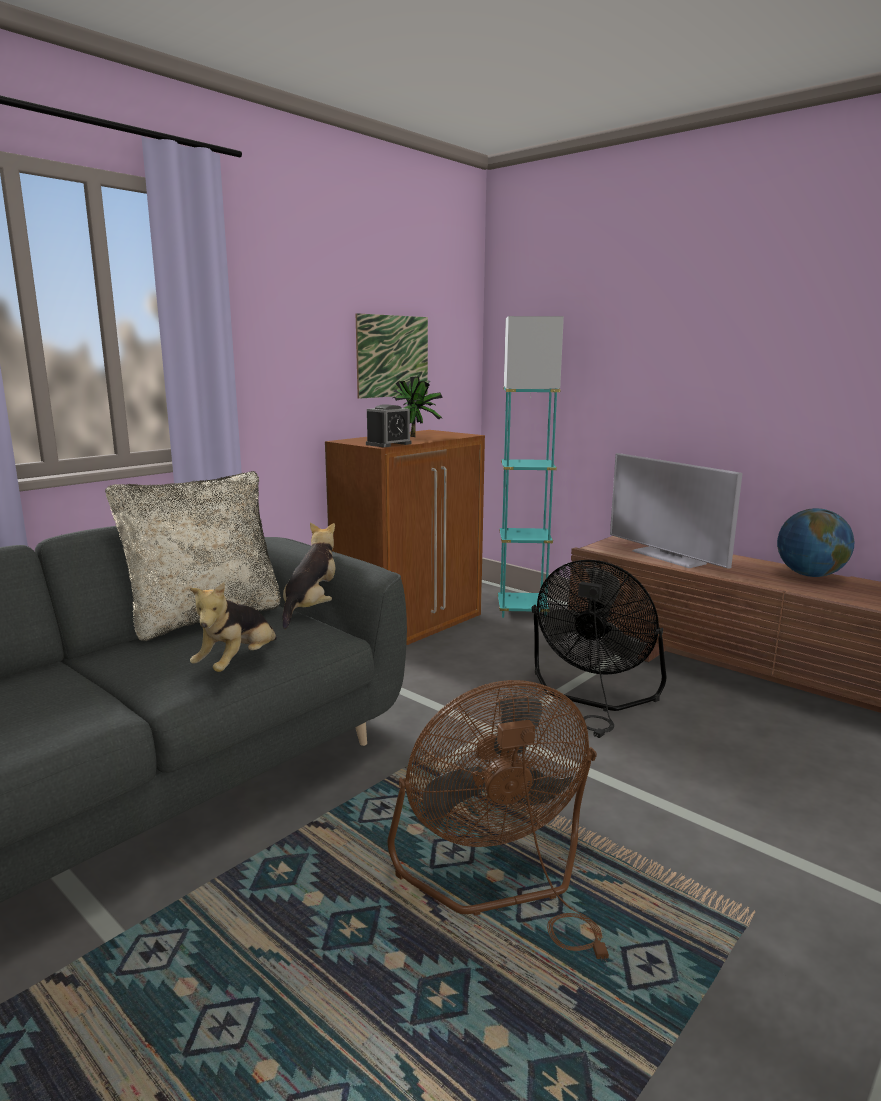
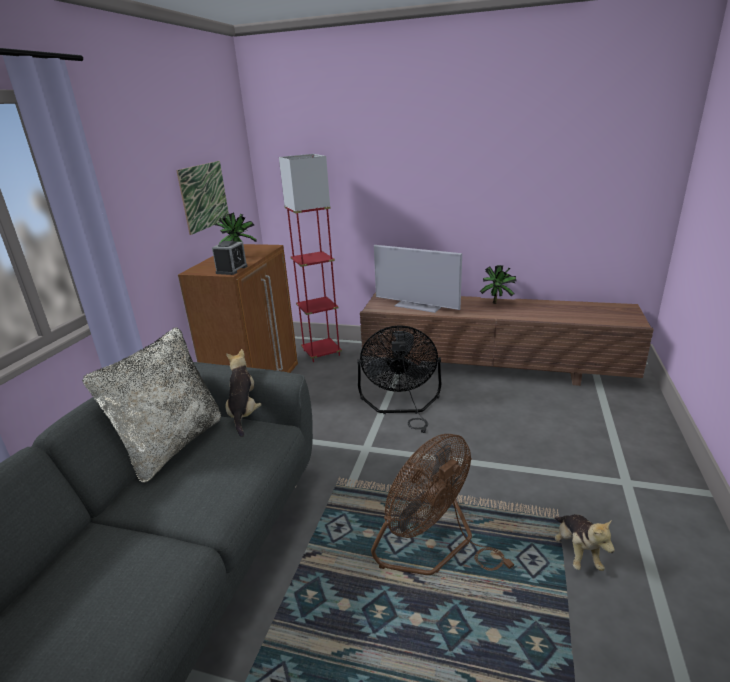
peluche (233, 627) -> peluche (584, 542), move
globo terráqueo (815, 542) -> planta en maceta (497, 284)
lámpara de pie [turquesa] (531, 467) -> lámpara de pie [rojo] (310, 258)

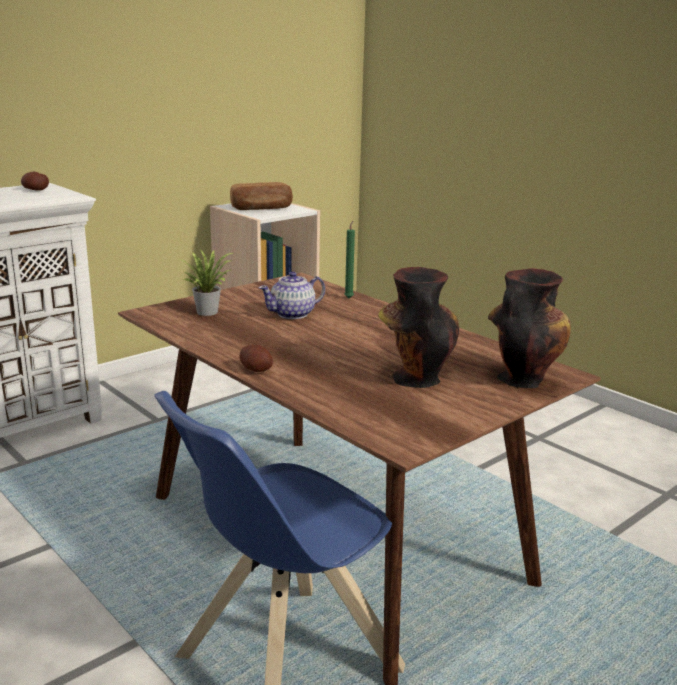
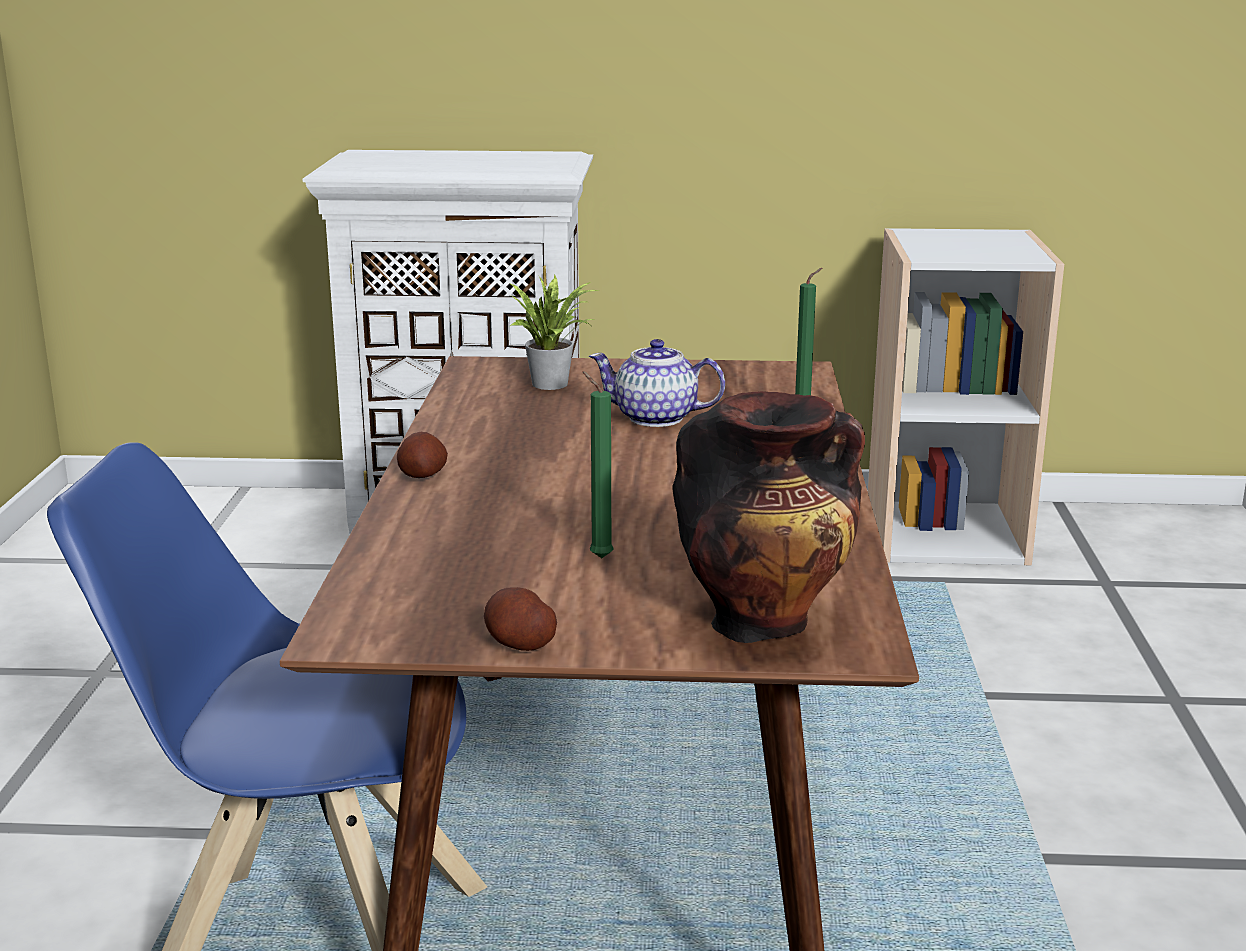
pan (261, 196) -> none
patata (35, 181) -> patata (520, 619), move
florero (418, 327) -> vela [verde] (598, 464)

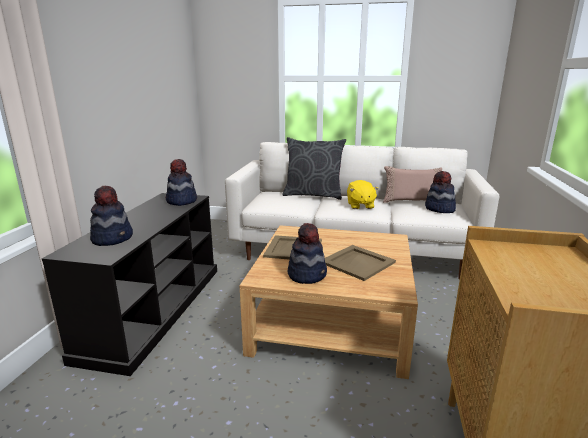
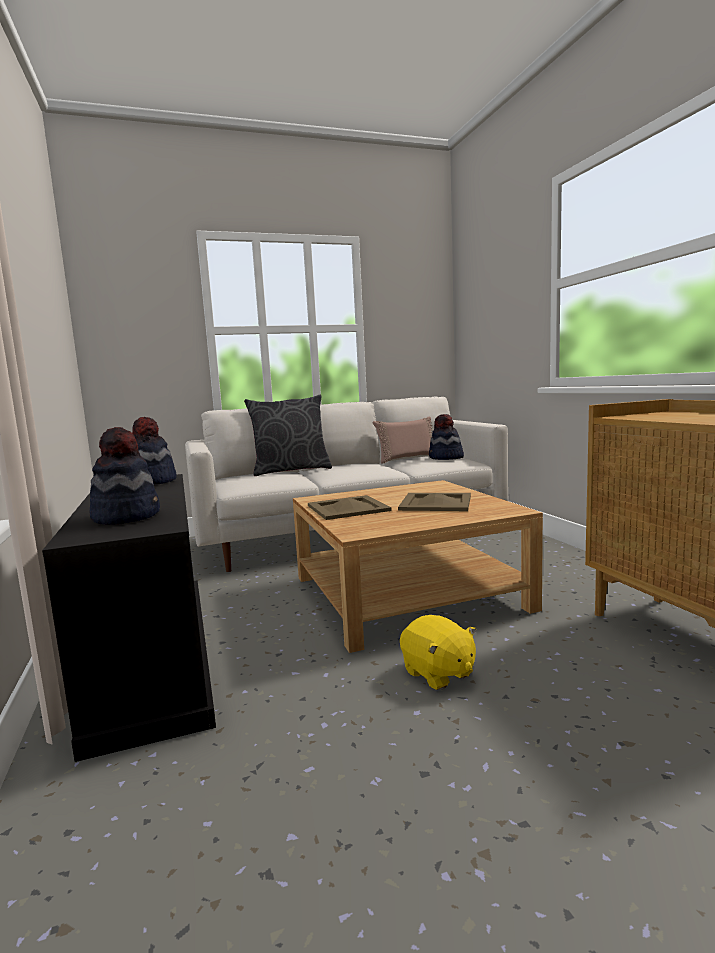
sombrero (307, 253) -> none
peluche [amarillo] (363, 194) -> peluche [amarillo] (438, 652), move

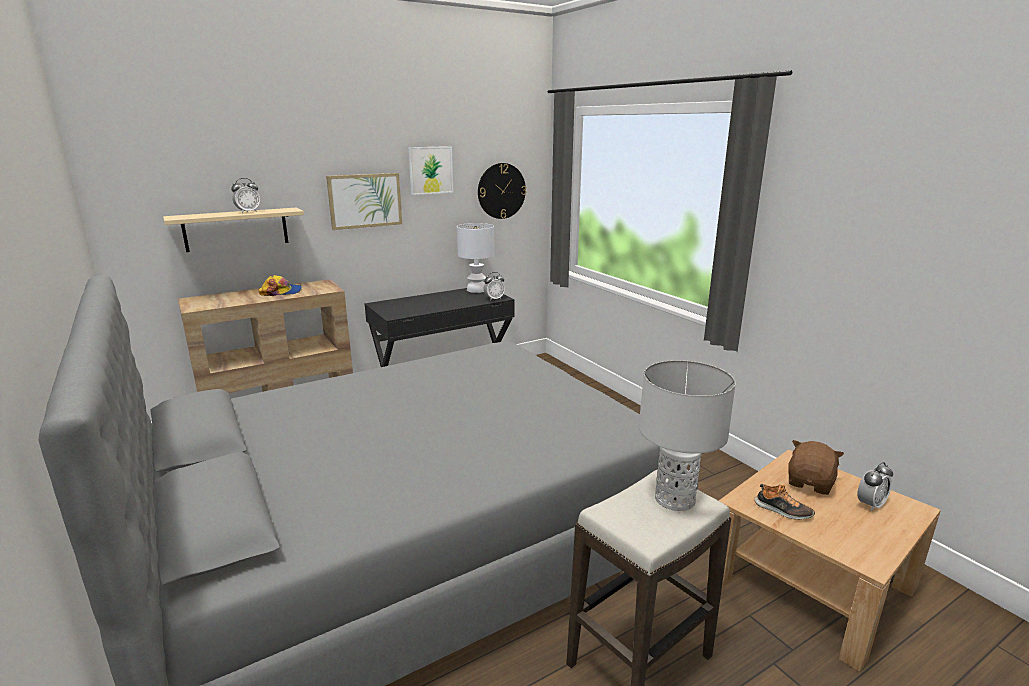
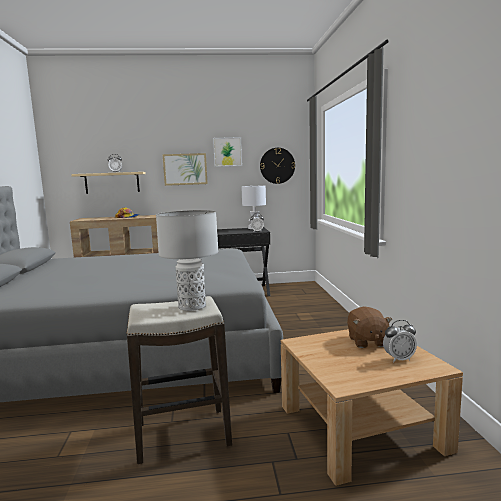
zapato (784, 502) -> none
peluche [marrón] (816, 467) -> peluche [marrón] (369, 327), 120 degrees clockwise

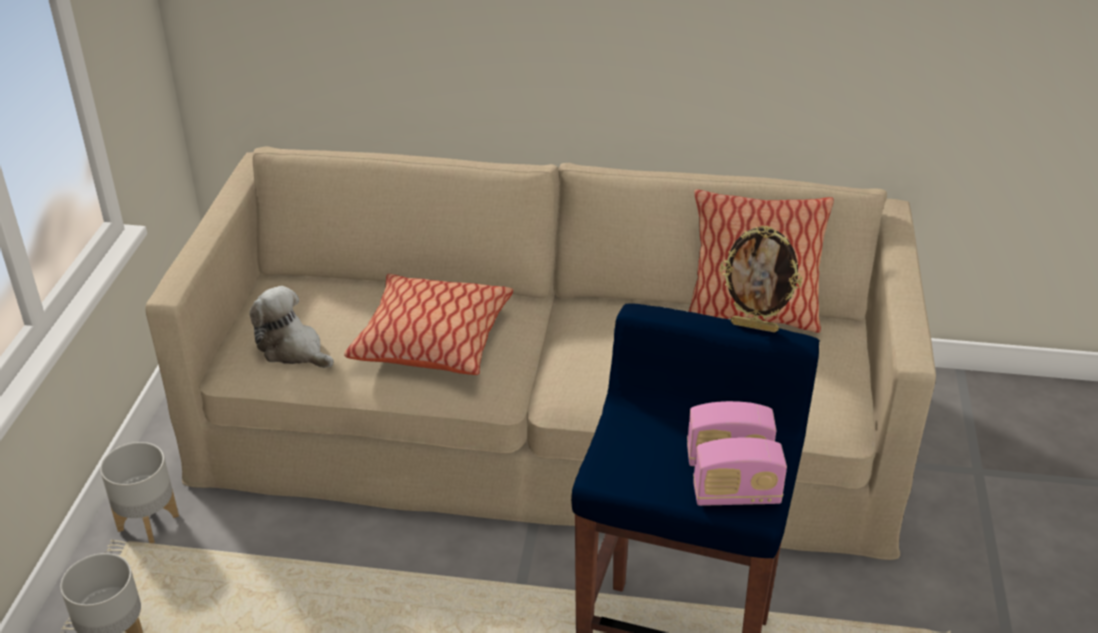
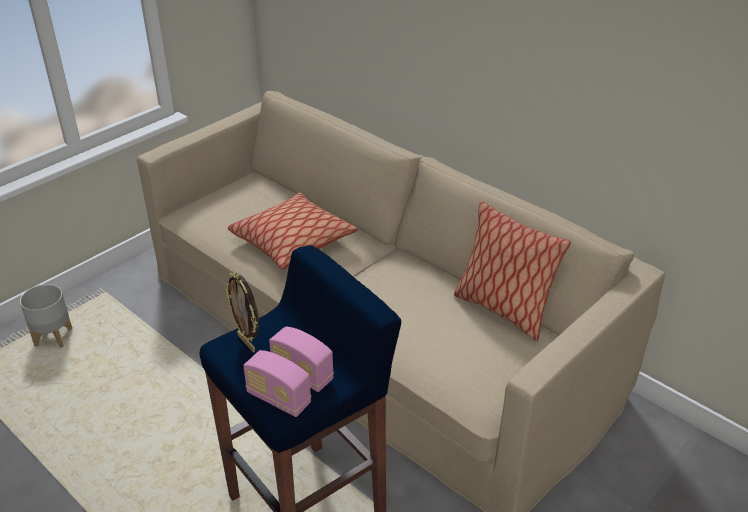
maceta [gris] (139, 492) -> none
peluche (291, 327) -> none
portarretratos (761, 279) -> portarretratos (242, 313), move

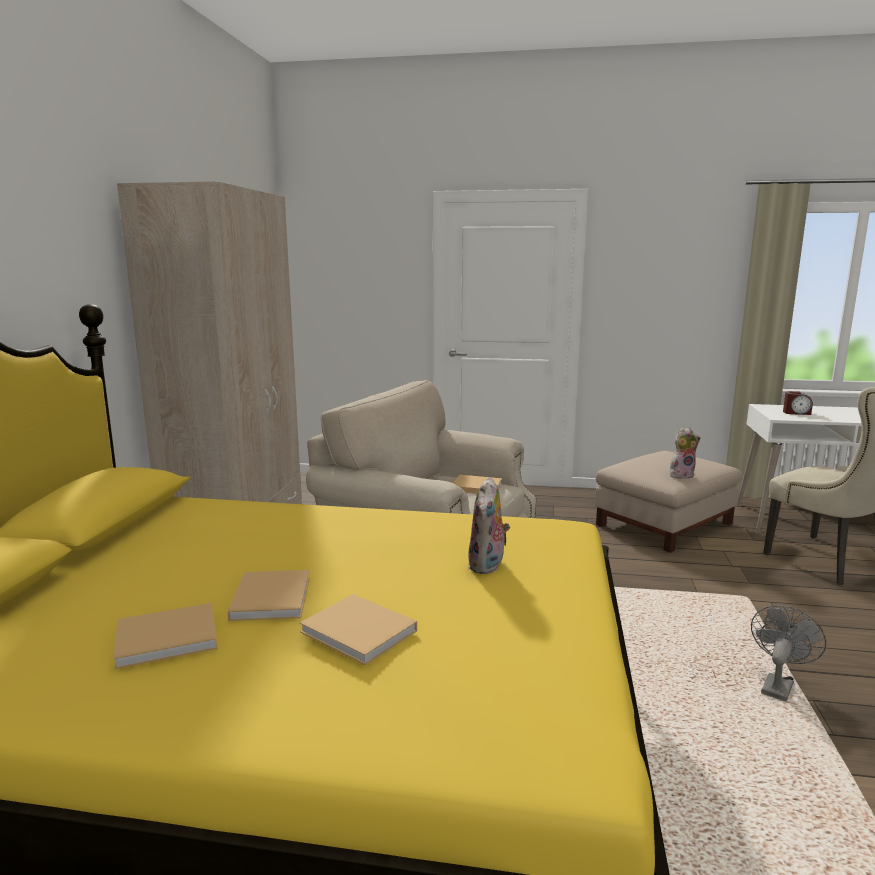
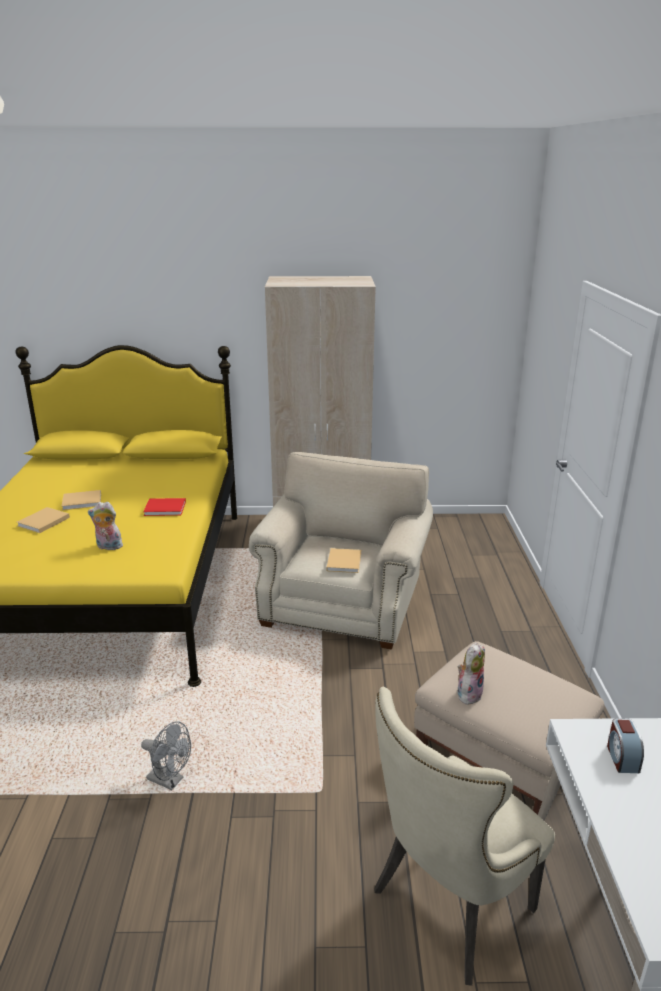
libro [beis] (165, 636) -> none
none -> libro [rojo] (164, 507)
peluche (685, 453) -> peluche (471, 673), 120 degrees counterclockwise

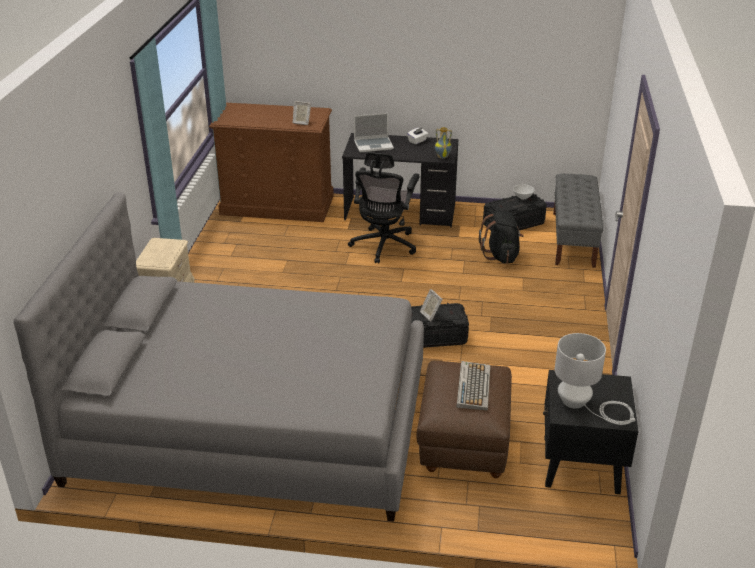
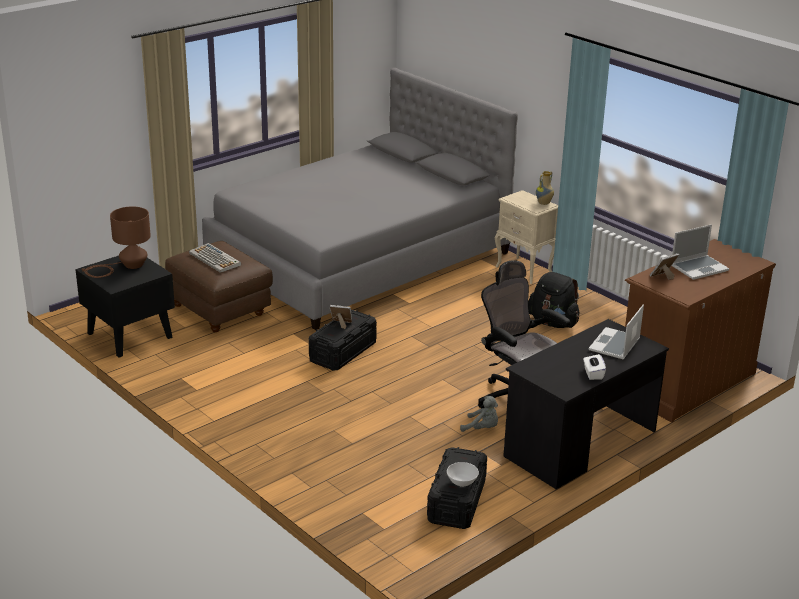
banco [gris] (578, 221) -> none
none -> peluche [gris] (479, 414)
none -> portátil (700, 252)
florero (443, 143) -> florero (545, 188), move
mochila [negro] (501, 237) -> mochila [negro] (553, 300), move
lámpara de mesa [blanco] (595, 379) -> lámpara de mesa [marrón] (116, 242)

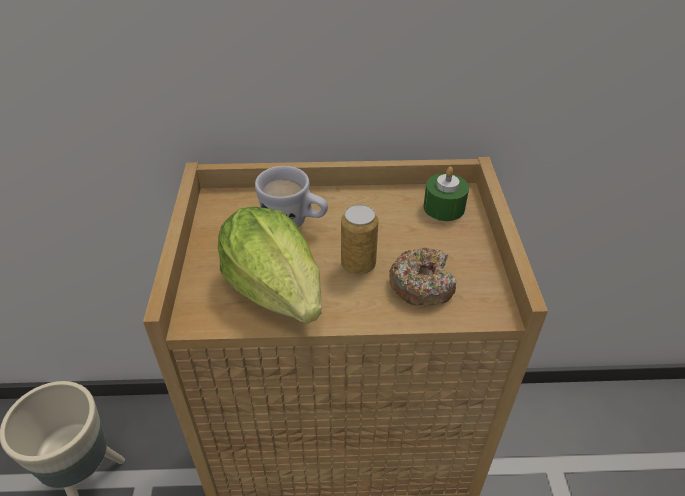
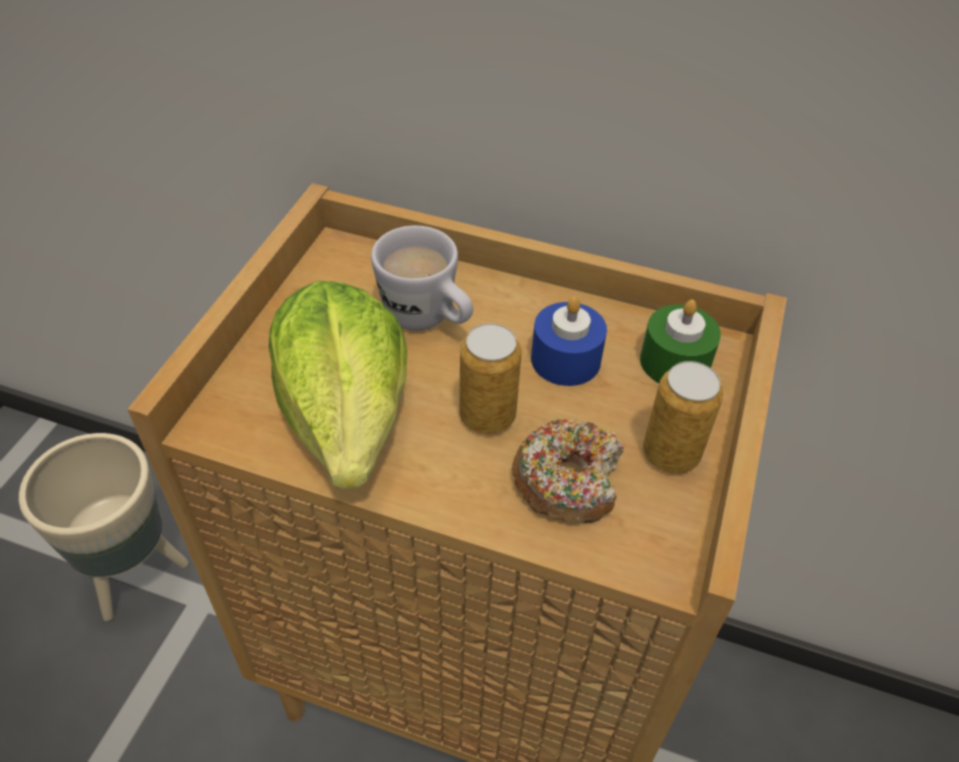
none -> vela [azul] (569, 341)
none -> lata (683, 417)

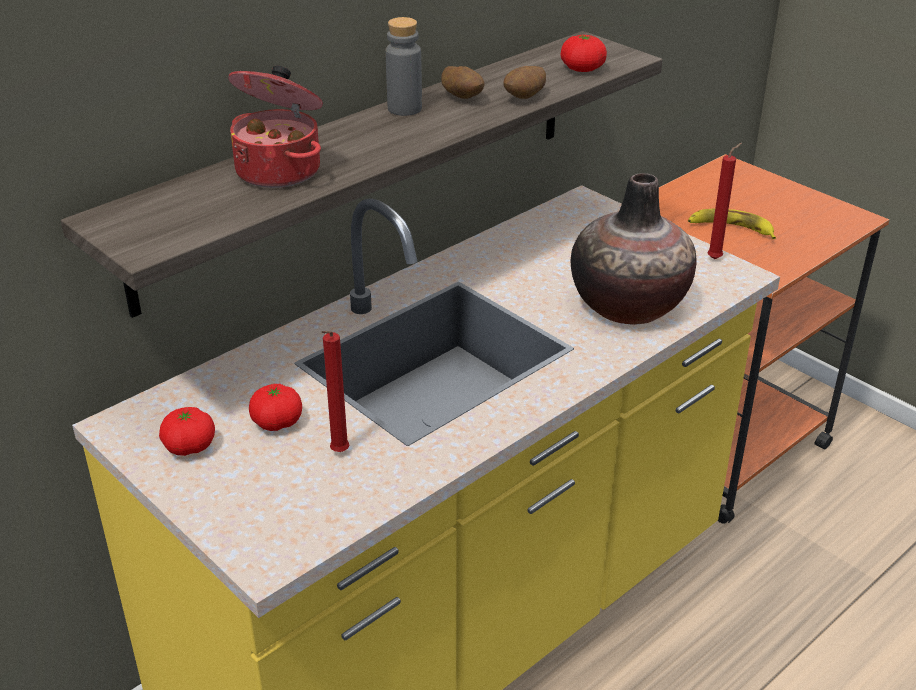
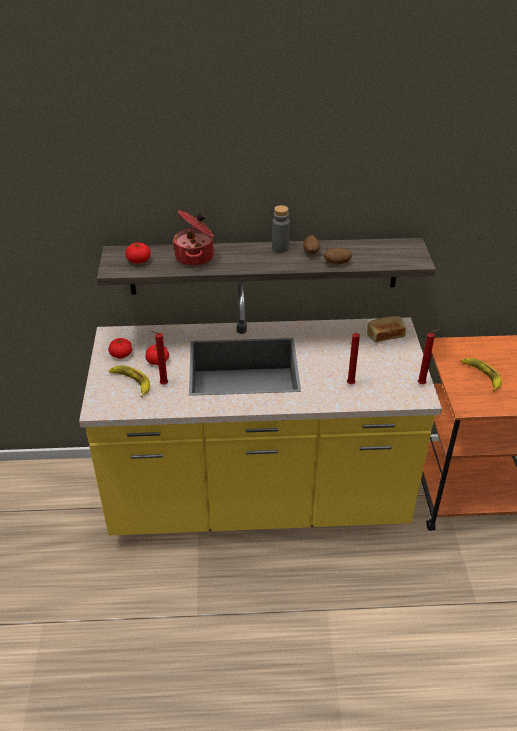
none -> plátano (129, 381)
none -> pan (386, 329)
tomate (584, 53) -> tomate (138, 253), move
florero (634, 249) -> vela [rojo] (353, 359)

